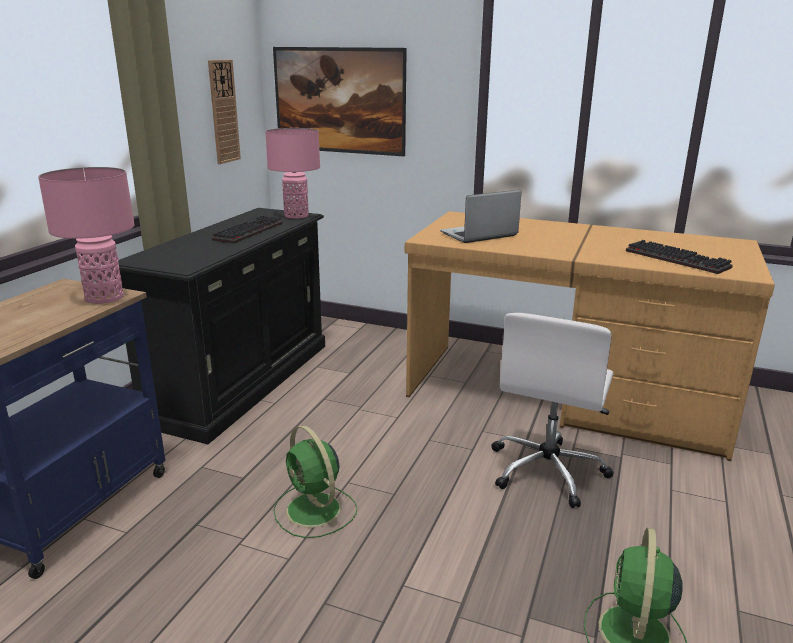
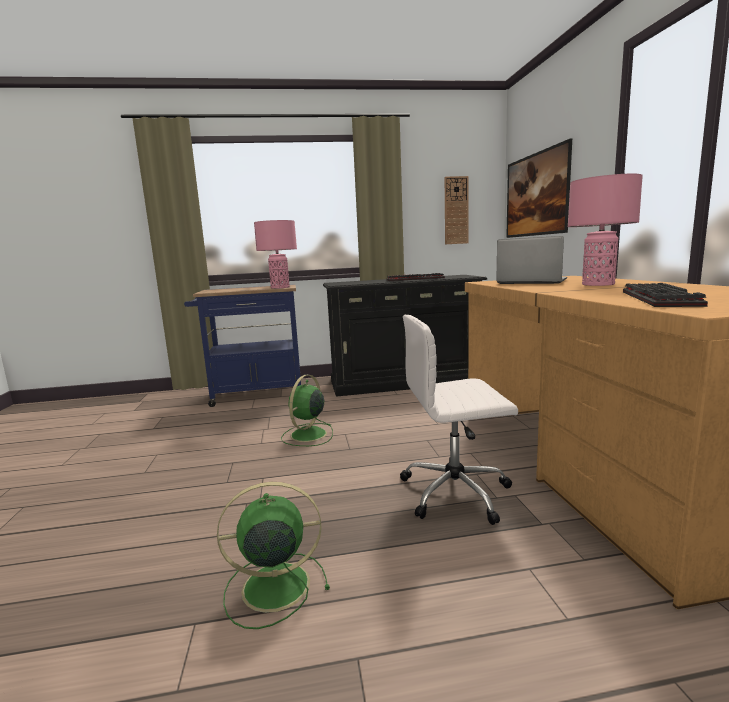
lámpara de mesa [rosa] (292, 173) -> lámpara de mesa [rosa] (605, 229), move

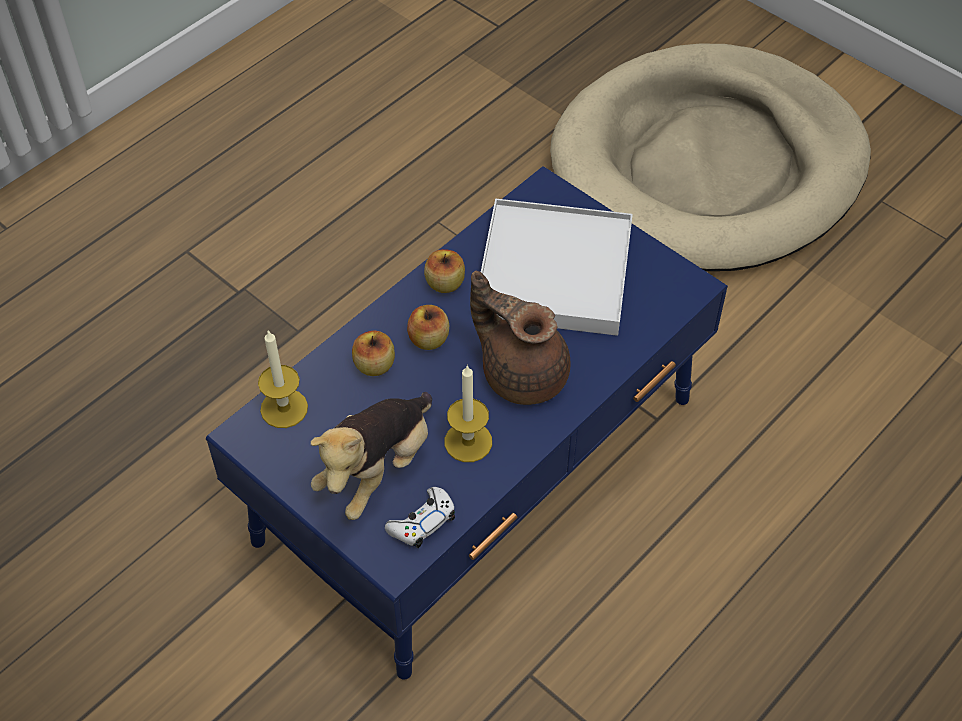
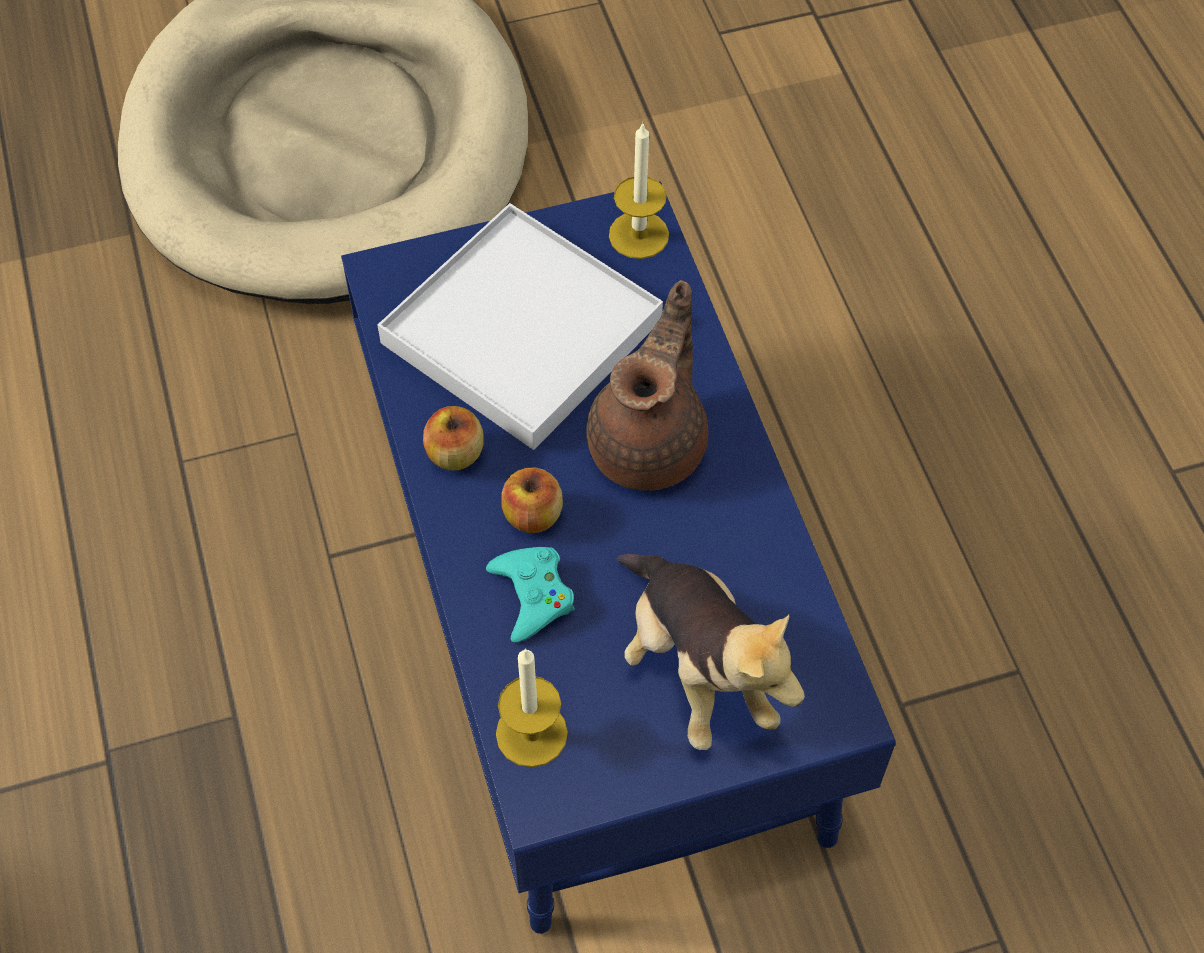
mando de consola [blanco] (420, 517) -> none
vela (468, 413) -> vela (639, 190), move
manzana (373, 353) -> mando de consola [turquesa] (530, 595)
tetera [marrón] (520, 338) -> tetera [marrón] (648, 385), 135 degrees clockwise

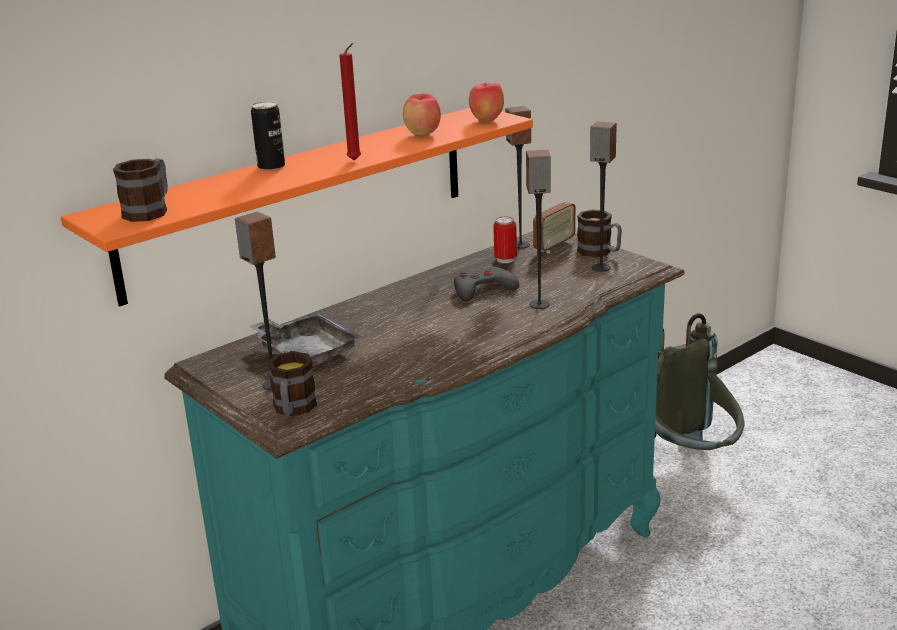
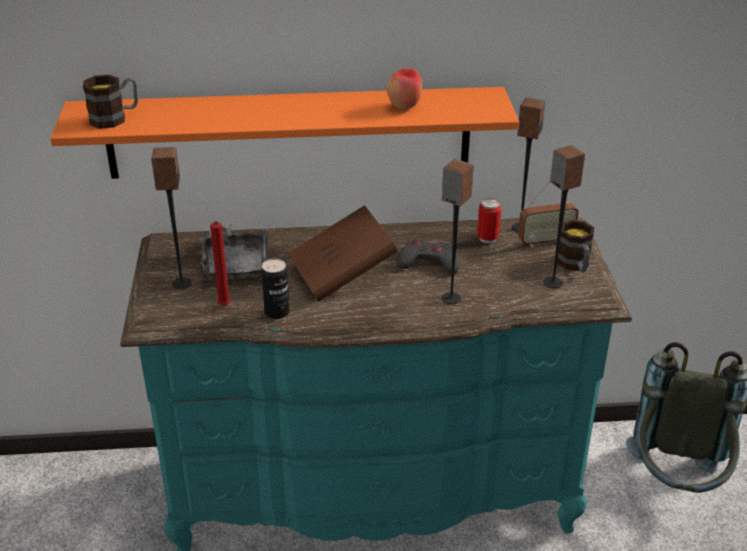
taza grande (292, 383) -> none
manzana (486, 102) -> none
none -> libro [marrón] (343, 253)
lata (268, 136) -> lata (275, 289), move
vela [rojo] (350, 102) -> vela [rojo] (220, 263), move

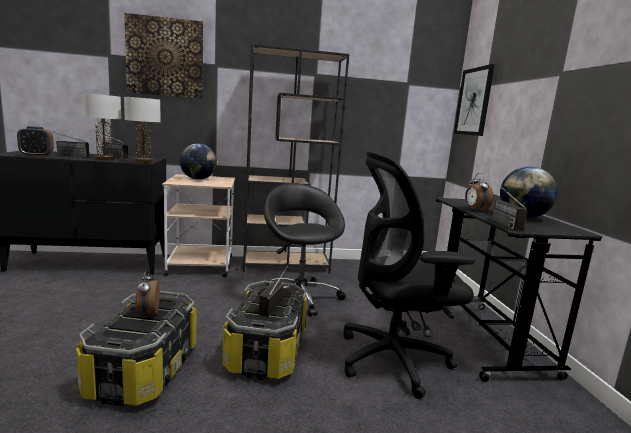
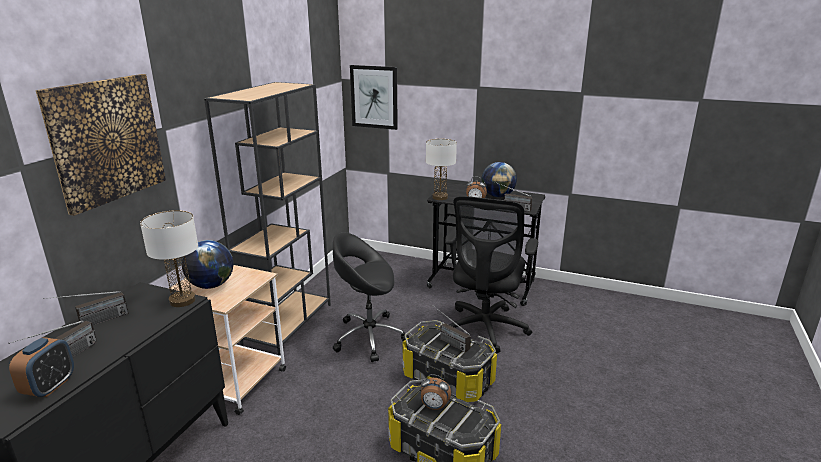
lámpara de mesa (102, 127) -> lámpara de mesa (441, 169), move

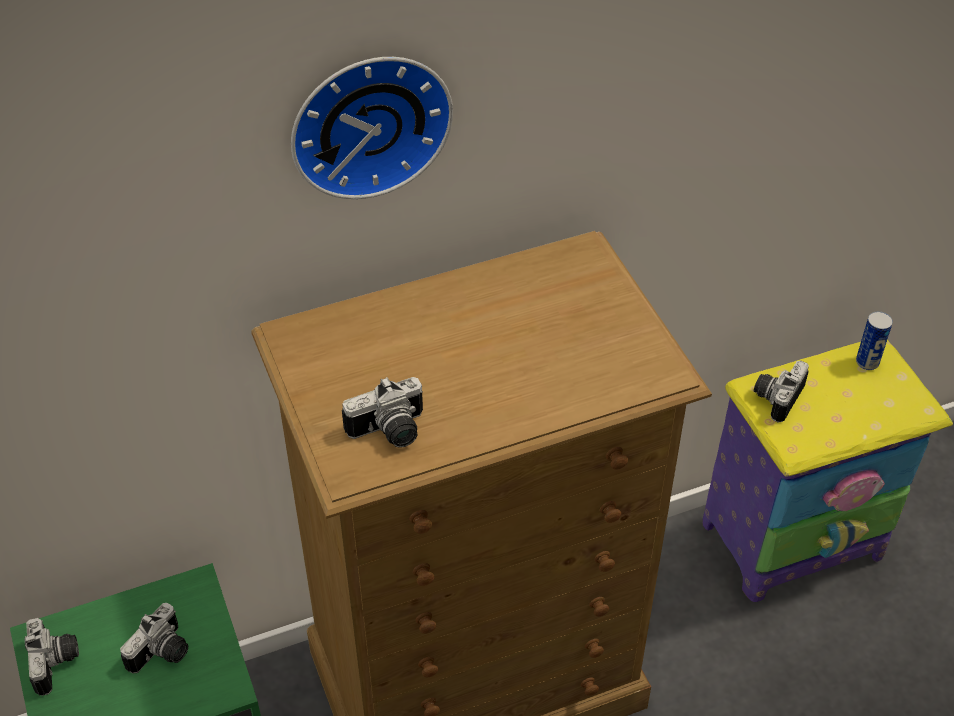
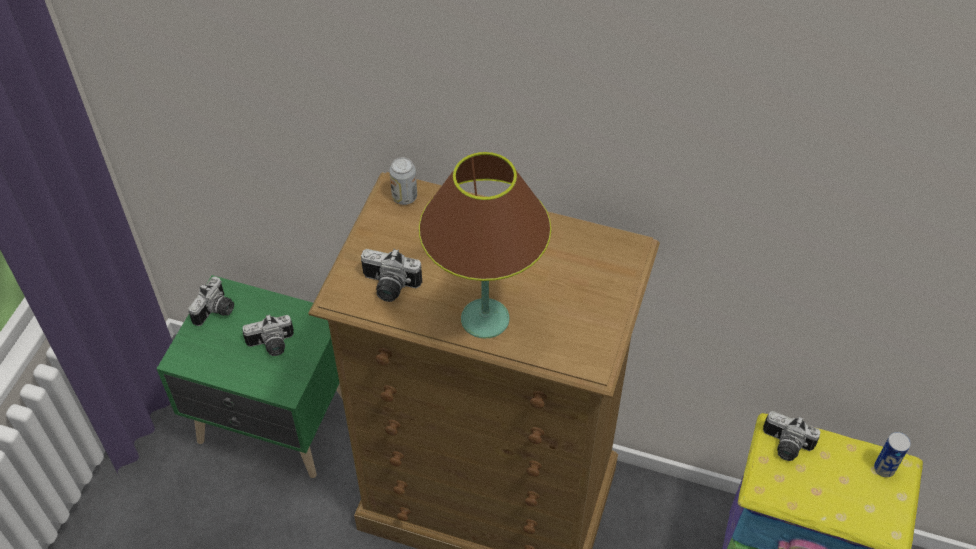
reloj de pared (372, 128) -> none
none -> lata (403, 181)
none -> lámpara de mesa [marrón] (485, 245)
cámara (781, 391) -> cámara (792, 436), 135 degrees counterclockwise

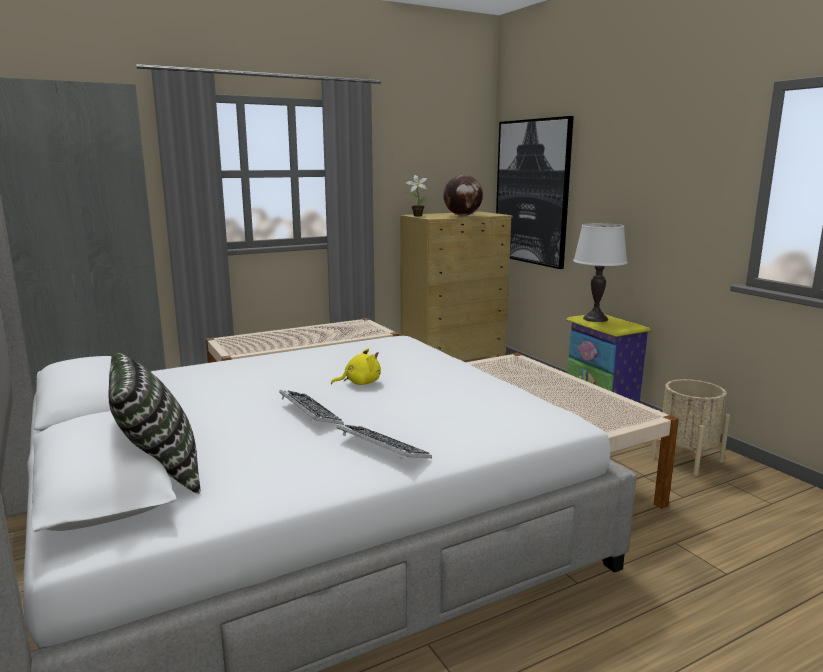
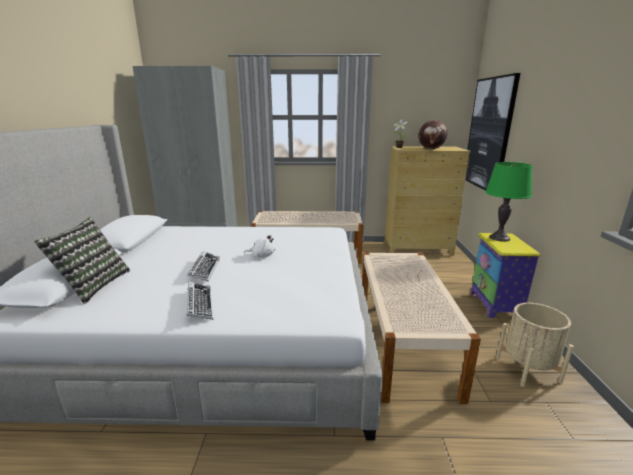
peluche [amarillo] (356, 367) -> peluche [blanco] (259, 246)
lámpara de mesa [blanco] (600, 272) -> lámpara de mesa [verde] (509, 202)

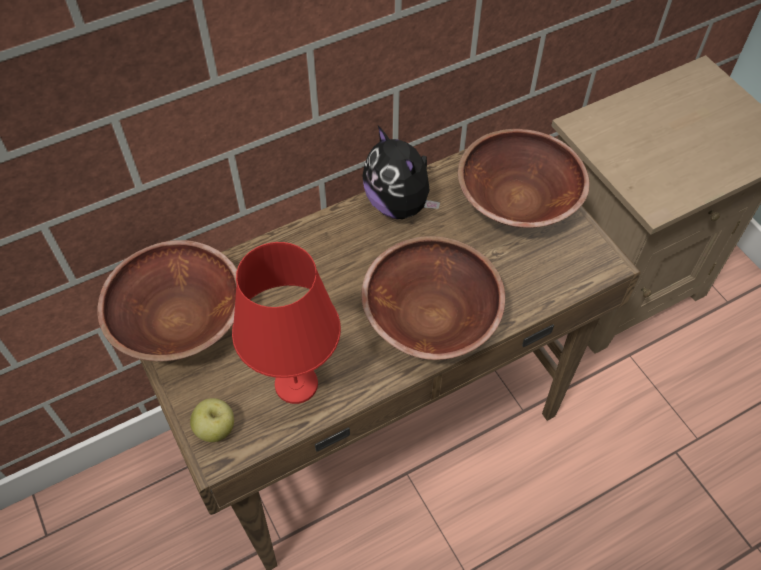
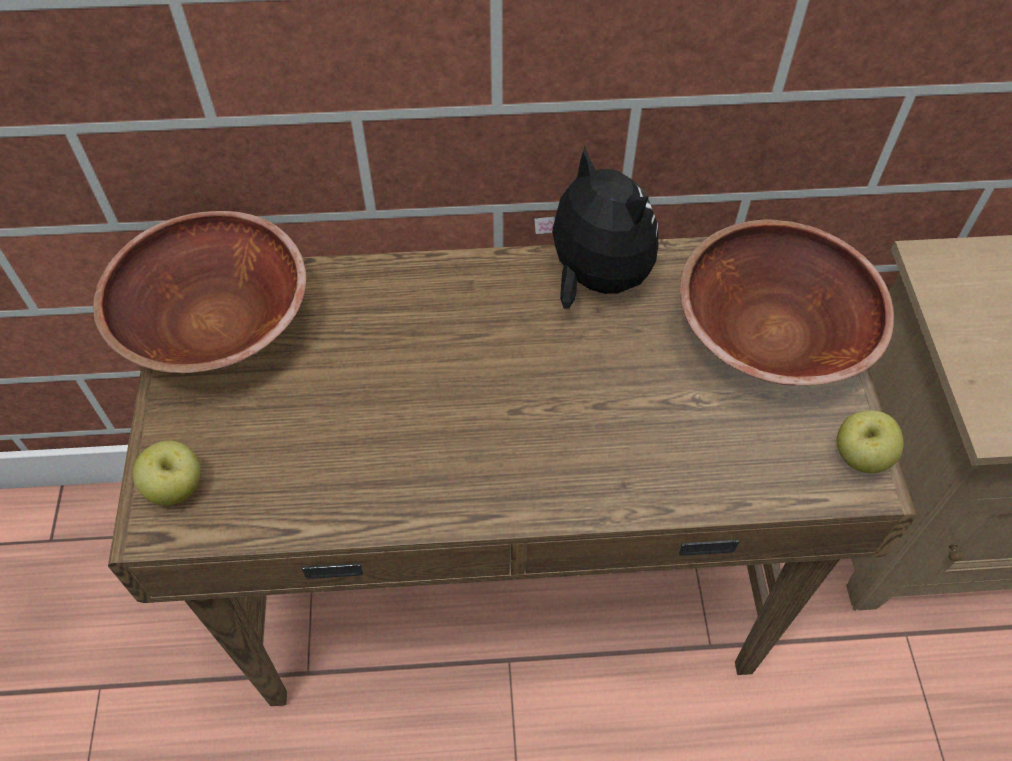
lámpara de mesa [rojo] (286, 323) -> none
cuenco [marrón] (433, 298) -> none
none -> manzana (870, 442)
peluche (401, 172) -> peluche (596, 227), 150 degrees clockwise

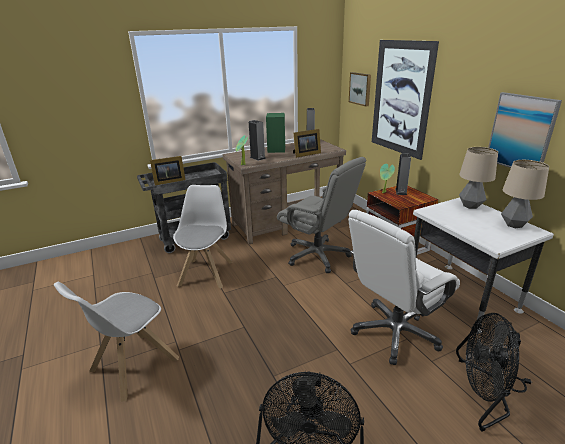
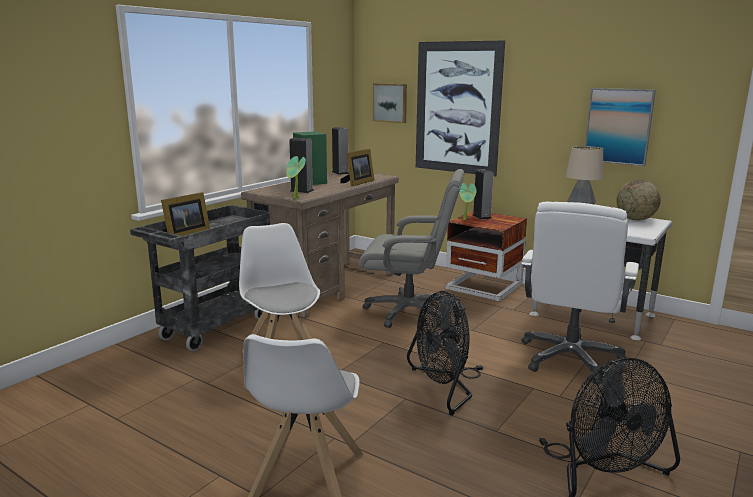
ventilador [negro] (494, 372) -> ventilador [negro] (445, 353), move
lámpara de mesa (525, 194) -> globo terráqueo (638, 200)

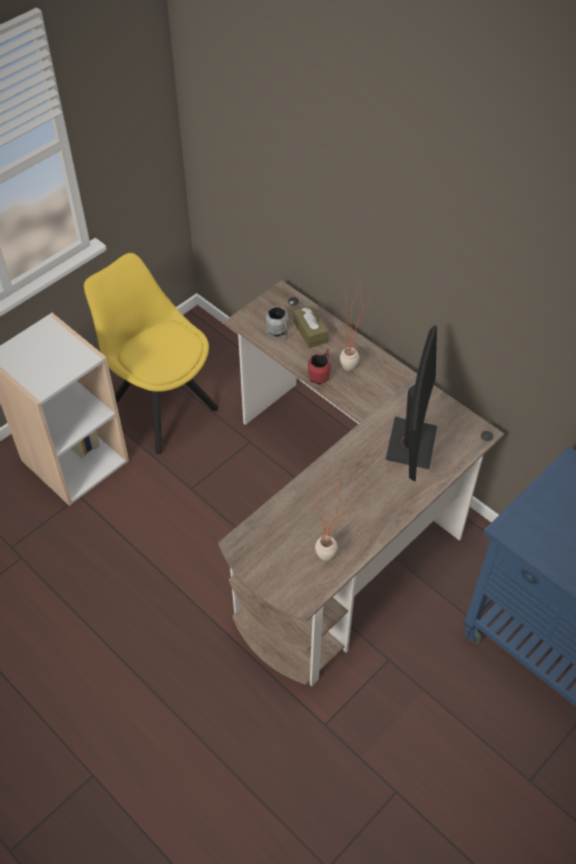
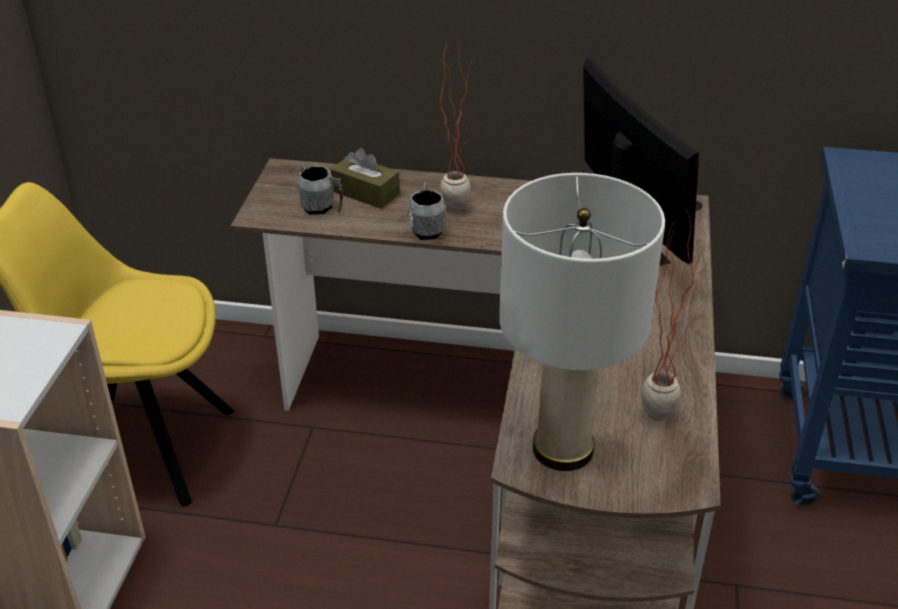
none -> lámpara de mesa [blanco] (582, 322)
taza grande [rojo] (319, 367) -> taza grande [gris] (426, 211)

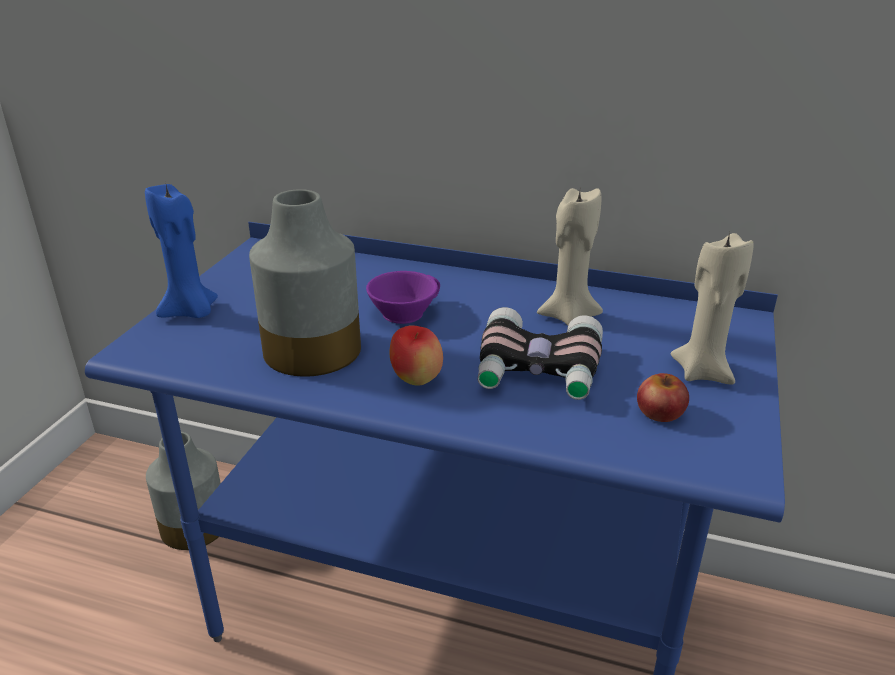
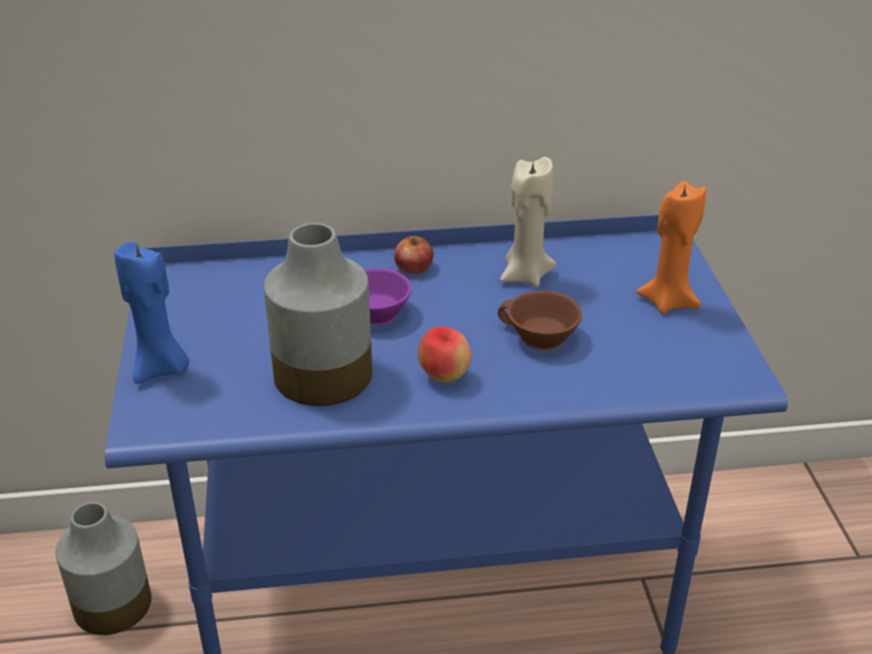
manzana (663, 397) -> manzana (414, 255), move
prismáticos (540, 353) -> taza [marrón] (540, 320)
vela [beis] (712, 308) -> vela [naranja] (671, 247)

